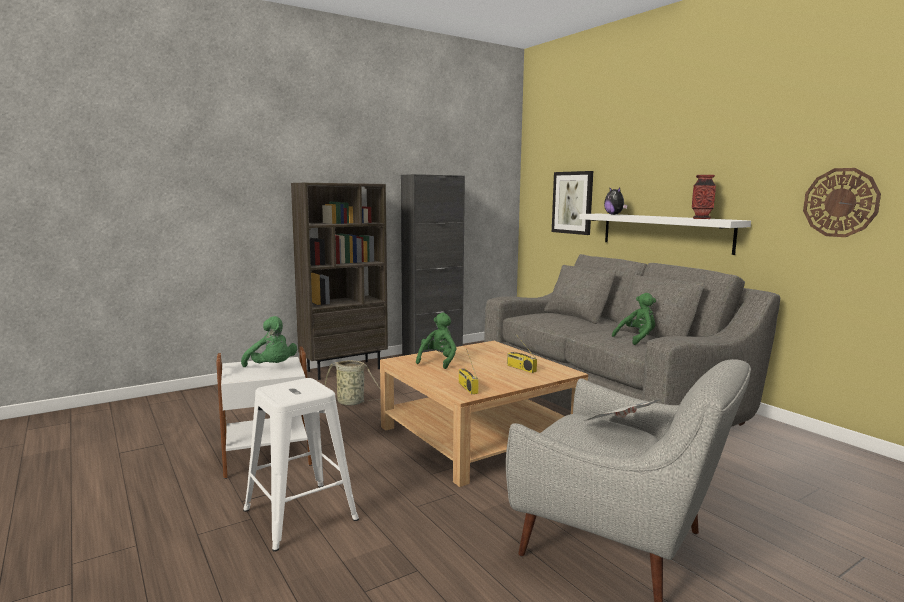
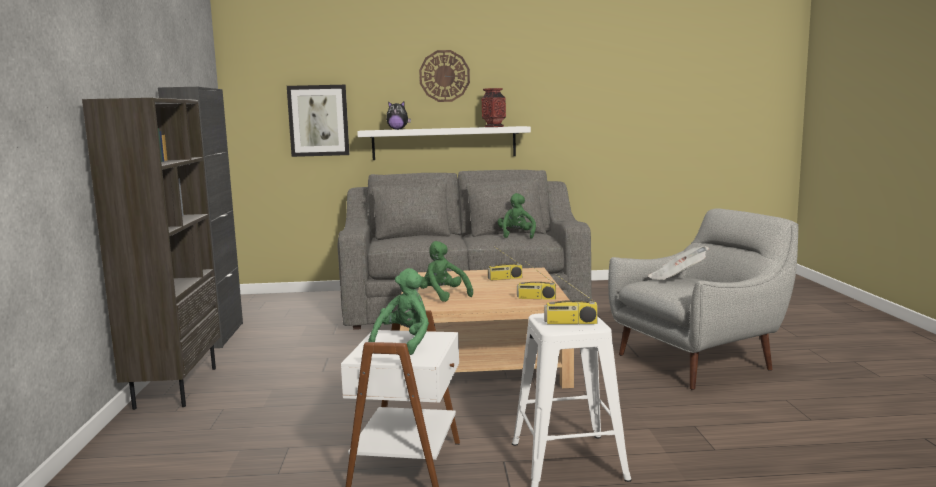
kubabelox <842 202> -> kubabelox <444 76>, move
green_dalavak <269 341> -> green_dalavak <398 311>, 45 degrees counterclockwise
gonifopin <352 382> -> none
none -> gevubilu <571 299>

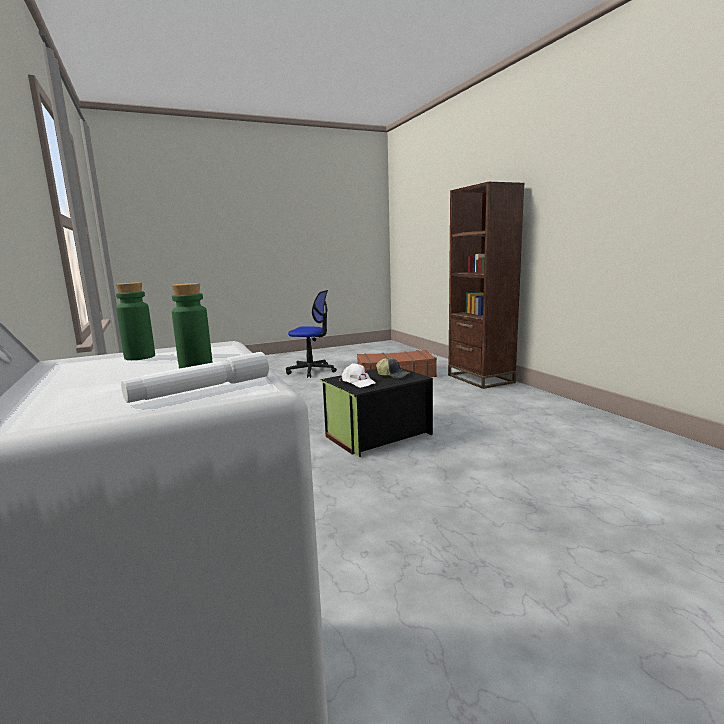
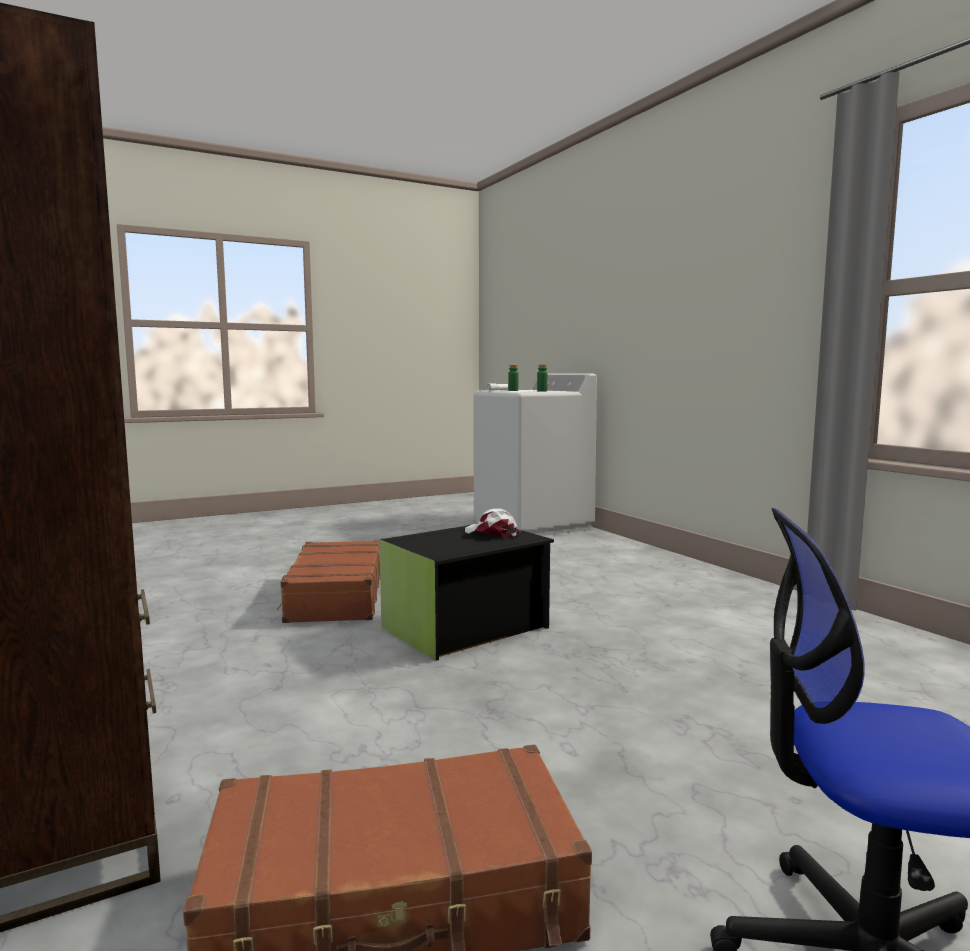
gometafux <392 368> -> none
none -> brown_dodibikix <328 581>

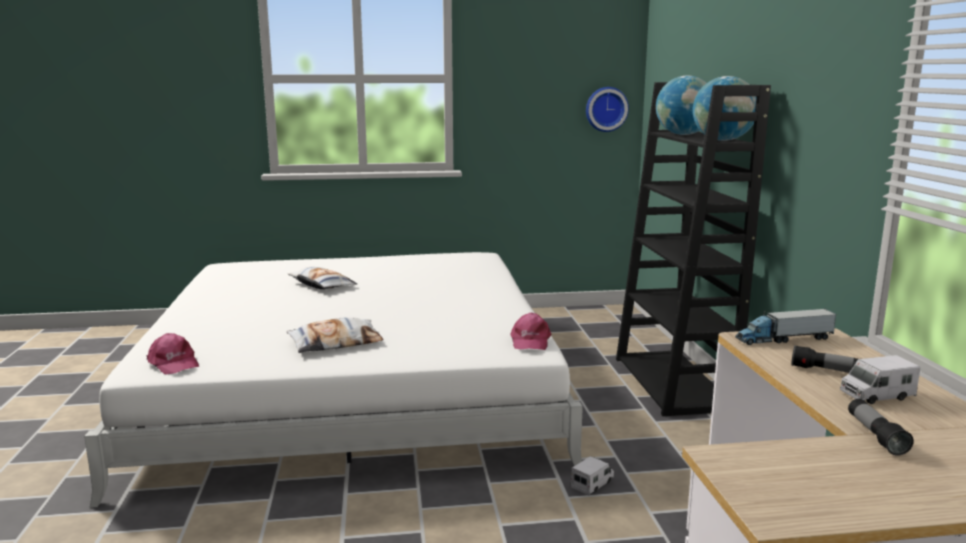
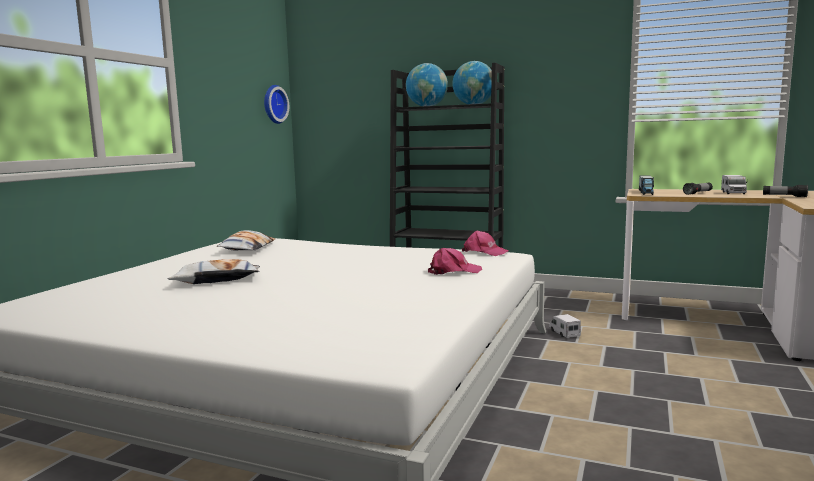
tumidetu <335 335> -> tumidetu <246 240>, move
pink_gometafux <172 354> -> pink_gometafux <455 261>, move

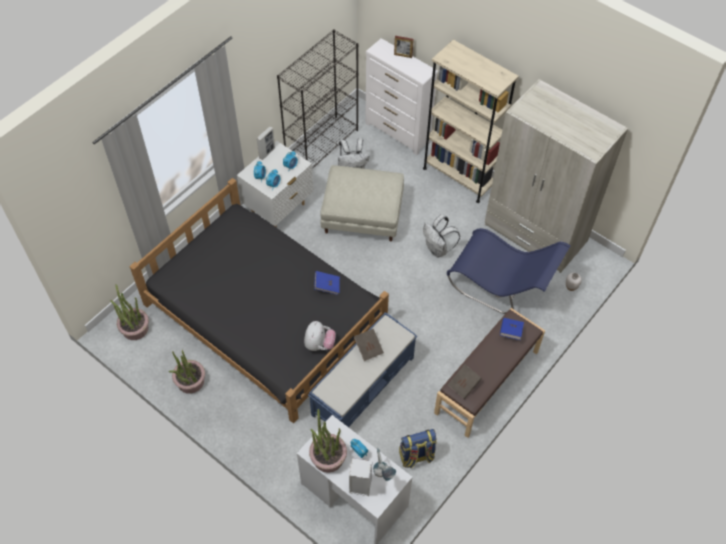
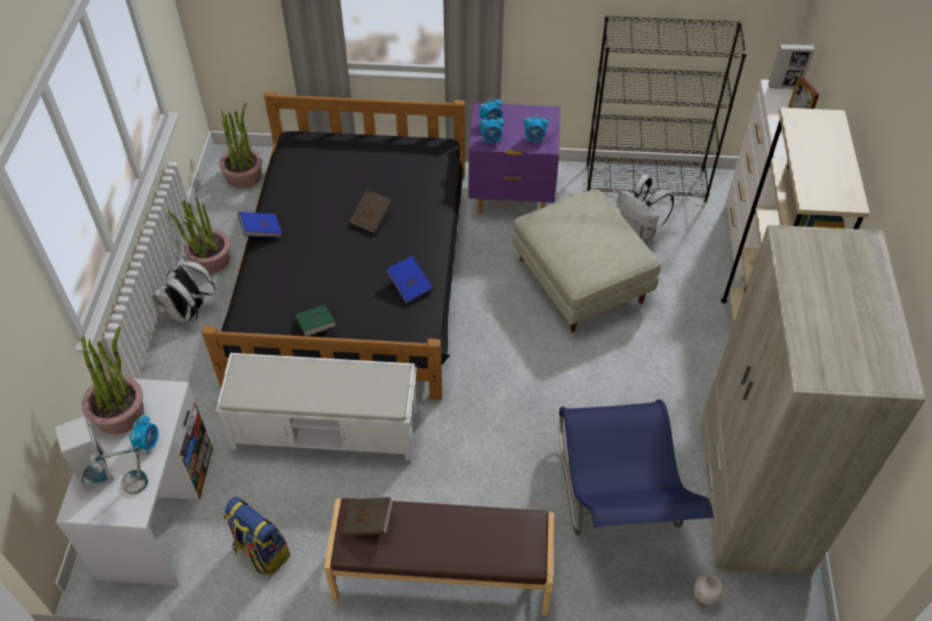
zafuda <265 143> -> zafuda <791 66>, move
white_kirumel <275 184> -> purple_kirumel <514 158>
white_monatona <441 236> -> white_monatona <184 290>, move
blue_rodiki <362 369> -> white_rodiki <317 407>
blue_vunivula <512 329> -> blue_vunivula <260 225>, move
dalavak <320 336> -> green_vunivula <315 320>
brown_vunivula <369 345> -> brown_vunivula <371 211>, move

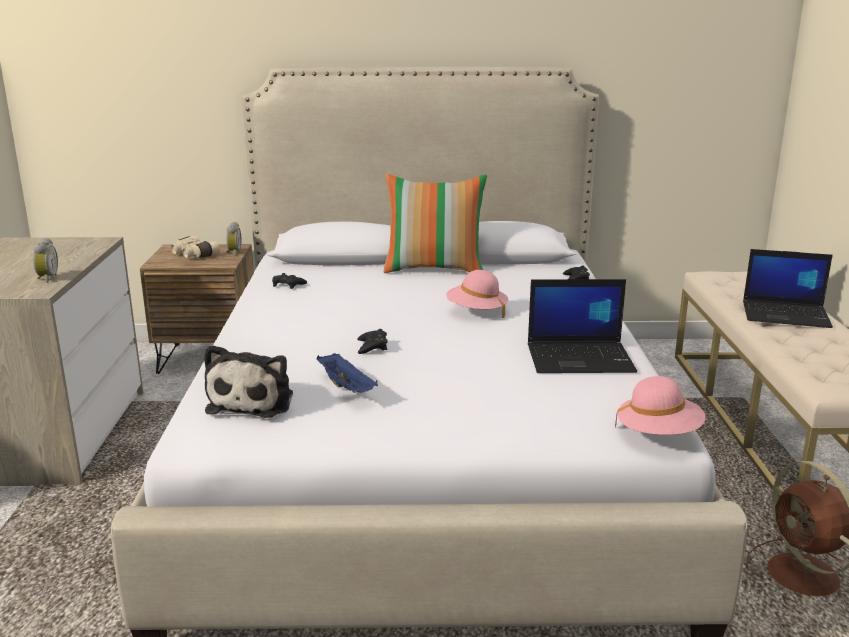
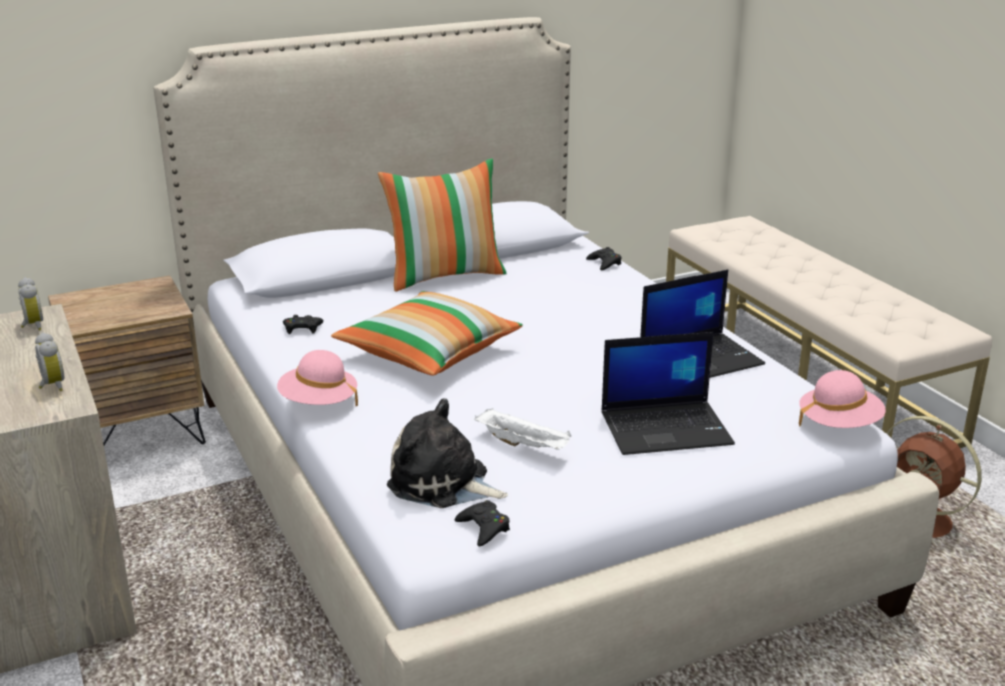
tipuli <233 239> -> tipuli <30 304>, move
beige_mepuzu <195 247> -> none
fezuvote <788 288> -> fezuvote <668 393>, move
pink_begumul <477 294> -> pink_begumul <317 378>, move
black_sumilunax <372 341> -> black_sumilunax <482 523>, move
dalavak <248 381> -> dalavak <447 453>, 135 degrees clockwise
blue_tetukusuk <347 373> -> white_tetukusuk <523 429>
none -> tumidetu <427 333>

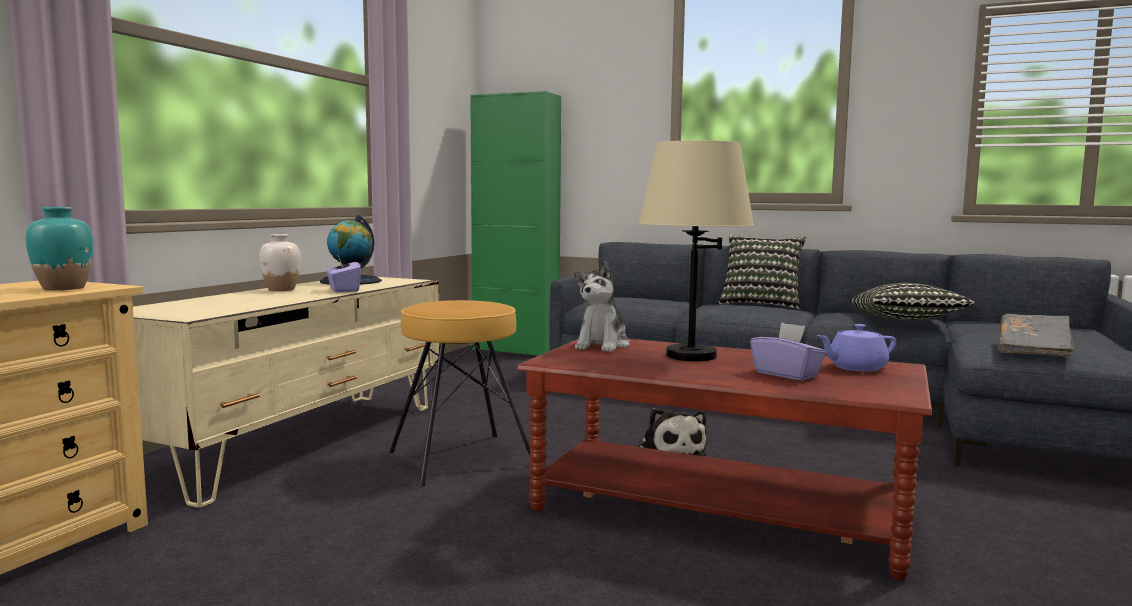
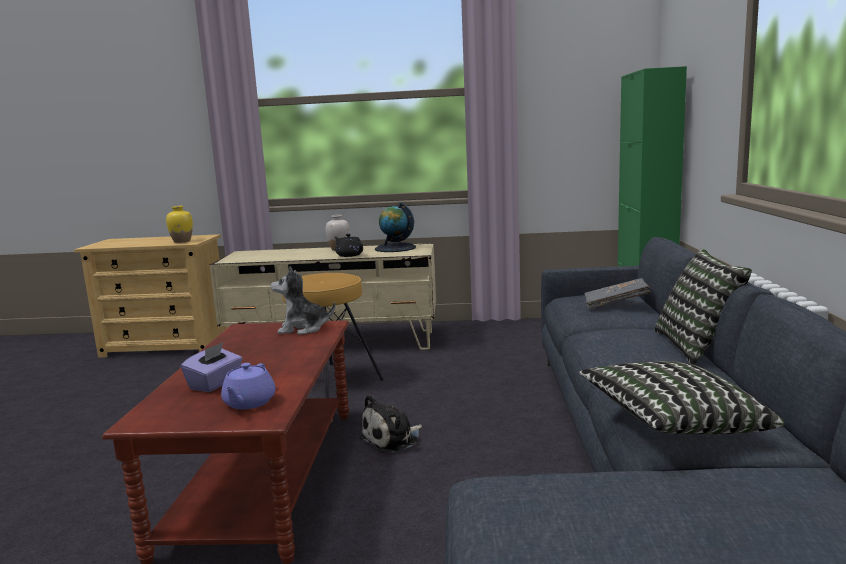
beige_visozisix <696 250> -> none
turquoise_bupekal <59 248> -> yellow_bupekal <179 224>
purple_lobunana <343 273> -> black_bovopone <348 245>
grey_vunivula <1036 335> -> grey_vunivula <617 293>, move
purple_bovopone <856 348> -> purple_bovopone <248 386>, 135 degrees counterclockwise

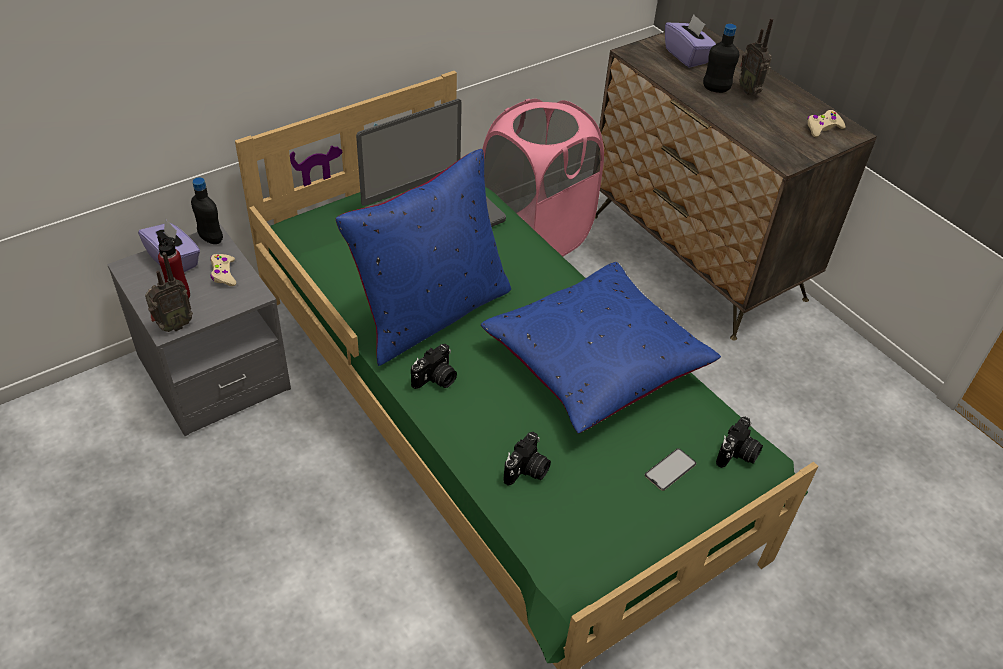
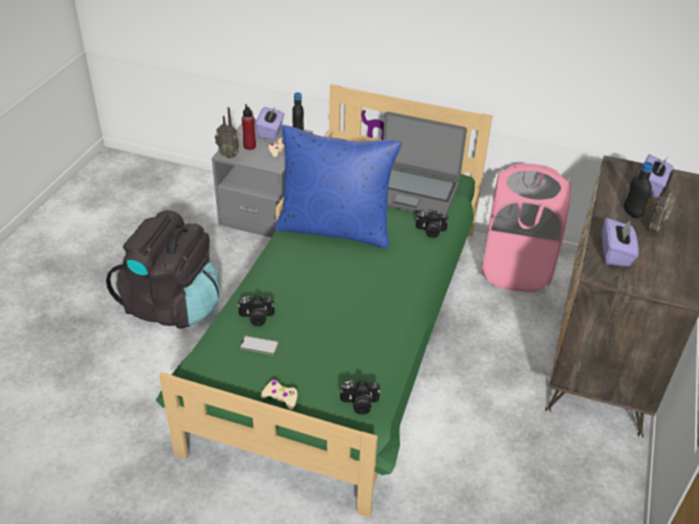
beige_sumilunax <826 123> -> beige_sumilunax <279 395>, move
blue_tumidetu <601 348> -> none
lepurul <434 366> -> lepurul <432 224>, move
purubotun <670 469> -> purubotun <259 345>, move
none -> black_monatona <163 269>
none -> purple_lobunana <620 242>

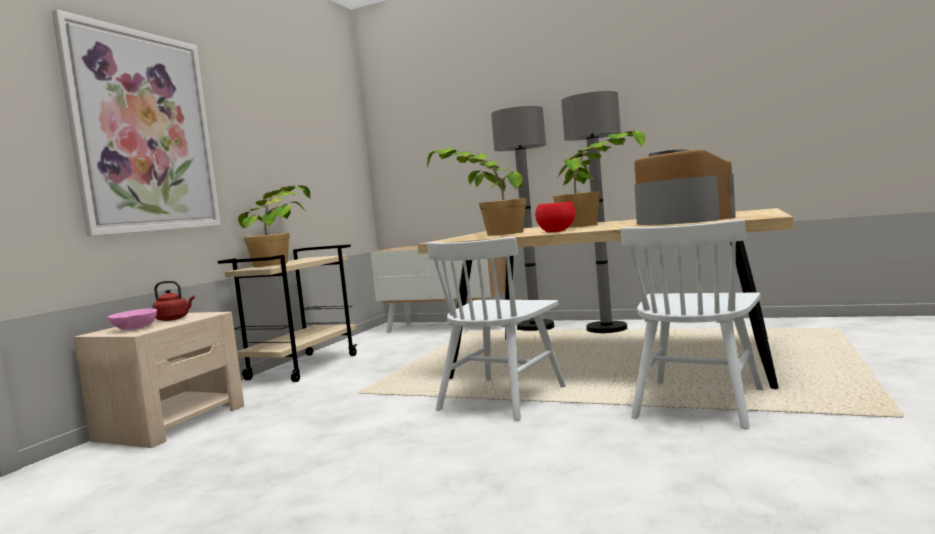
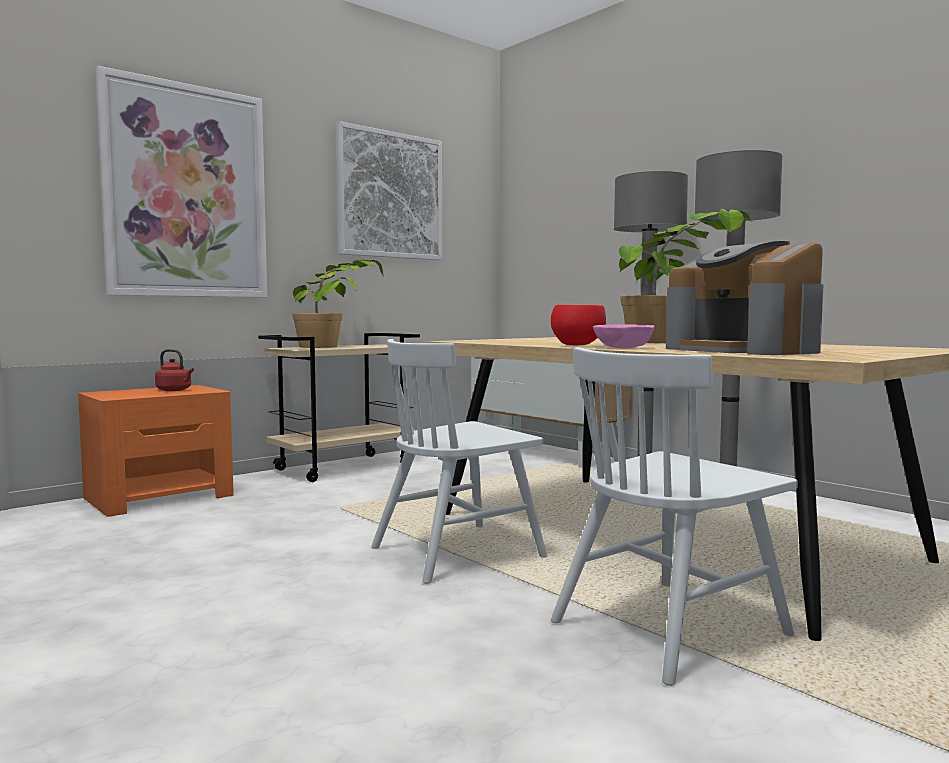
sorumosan <476 191> -> none
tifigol <685 187> -> tifigol <745 298>, 150 degrees clockwise
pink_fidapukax <132 319> -> pink_fidapukax <623 336>, move
beige_kirumel <158 380> -> orange_kirumel <156 451>
none -> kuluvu <389 190>

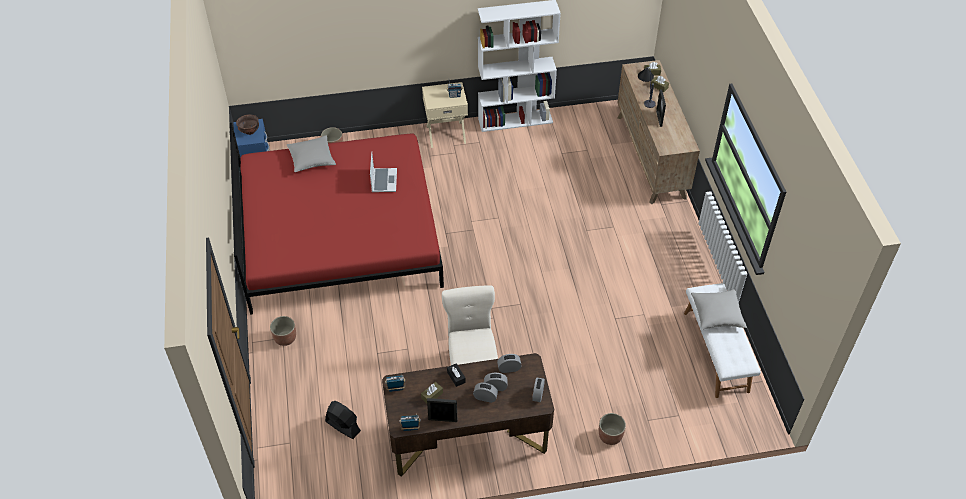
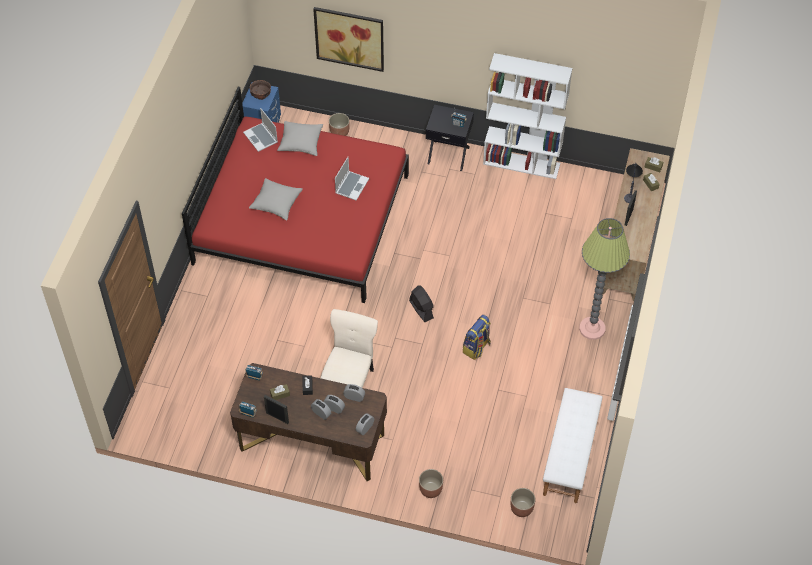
beige_kirumel <445 115> -> black_kirumel <450 138>
grey_tumidetu <719 309> -> grey_tumidetu <276 199>, move
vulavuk <283 331> -> vulavuk <523 502>, move
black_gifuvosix <343 420> -> black_gifuvosix <421 304>, move
none -> kuluvu <348 39>
none -> fezuvote <260 130>
none -> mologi <604 279>
none -> monatona <477 337>

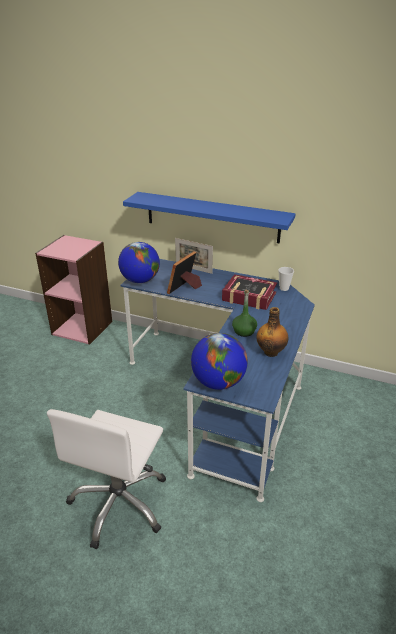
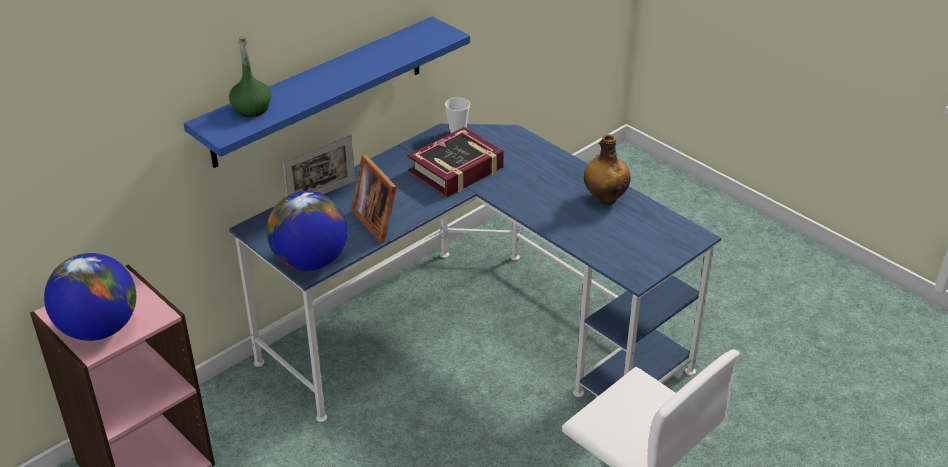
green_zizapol <244 313> -> green_zizapol <250 77>, move
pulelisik <219 361> -> pulelisik <90 297>, move

